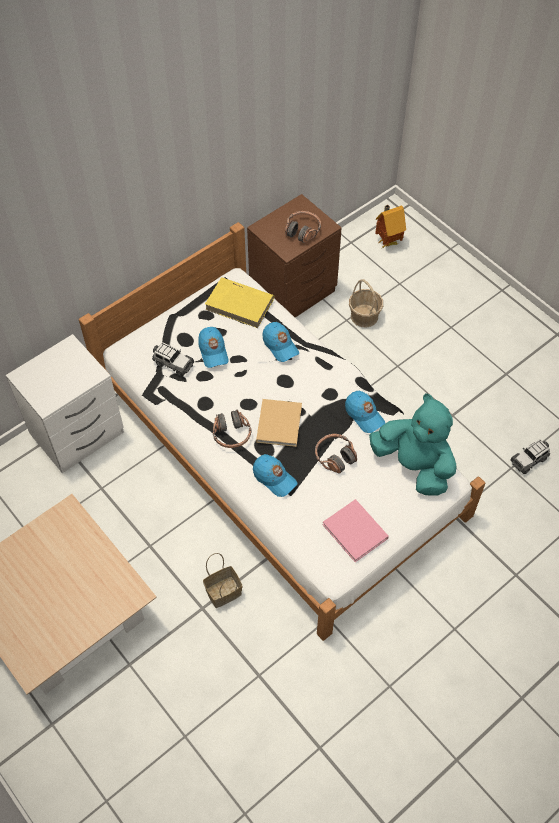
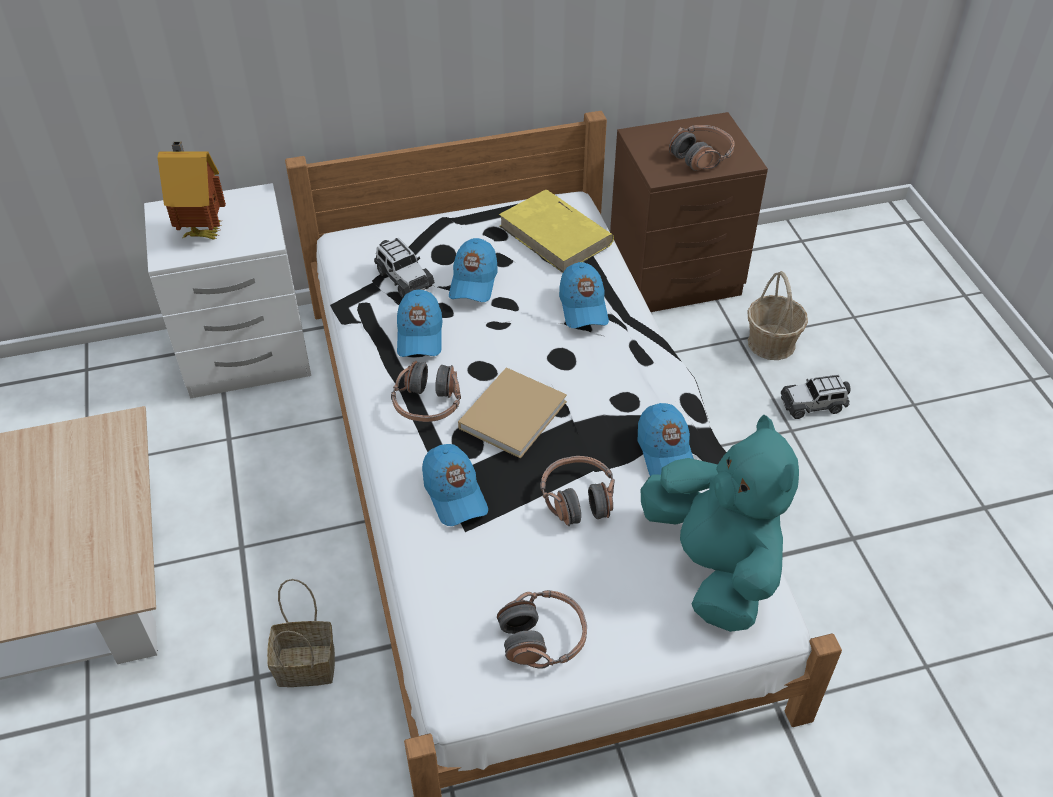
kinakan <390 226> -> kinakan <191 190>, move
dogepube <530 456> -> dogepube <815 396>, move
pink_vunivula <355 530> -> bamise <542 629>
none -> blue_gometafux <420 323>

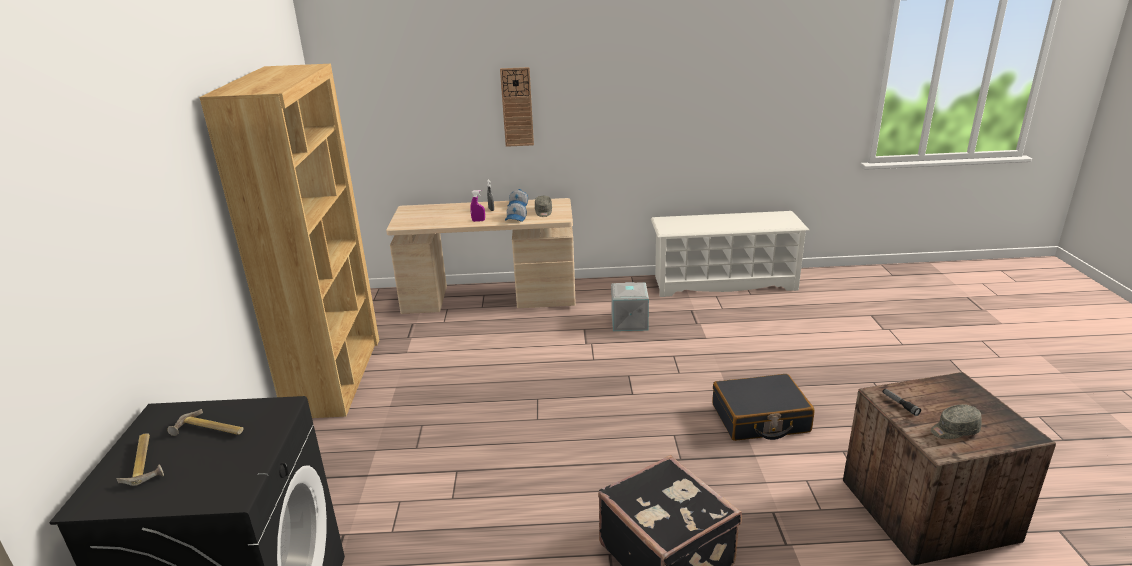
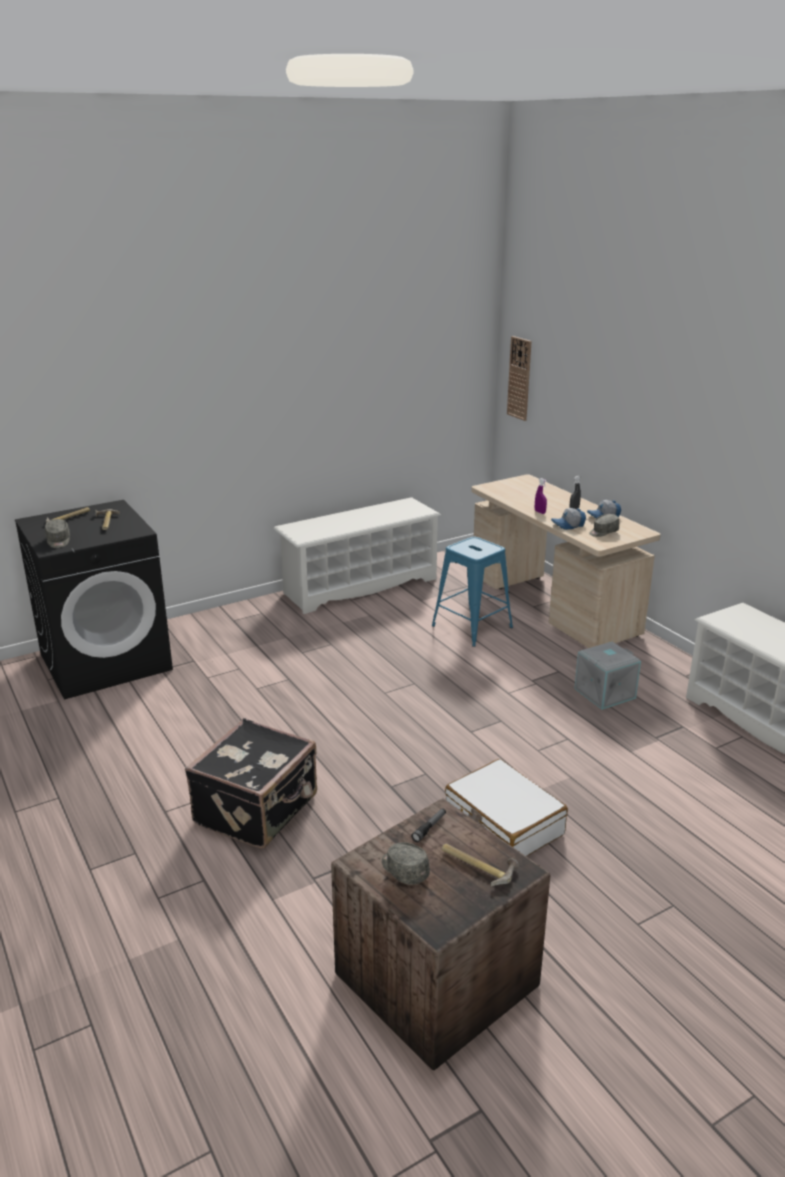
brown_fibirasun <289 241> -> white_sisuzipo <357 555>
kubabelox <517 107> -> kubabelox <519 378>, move
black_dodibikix <764 407> -> white_dodibikix <506 808>
none -> grey_gometafux <57 533>
none -> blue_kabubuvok <472 592>
none -> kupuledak <480 865>

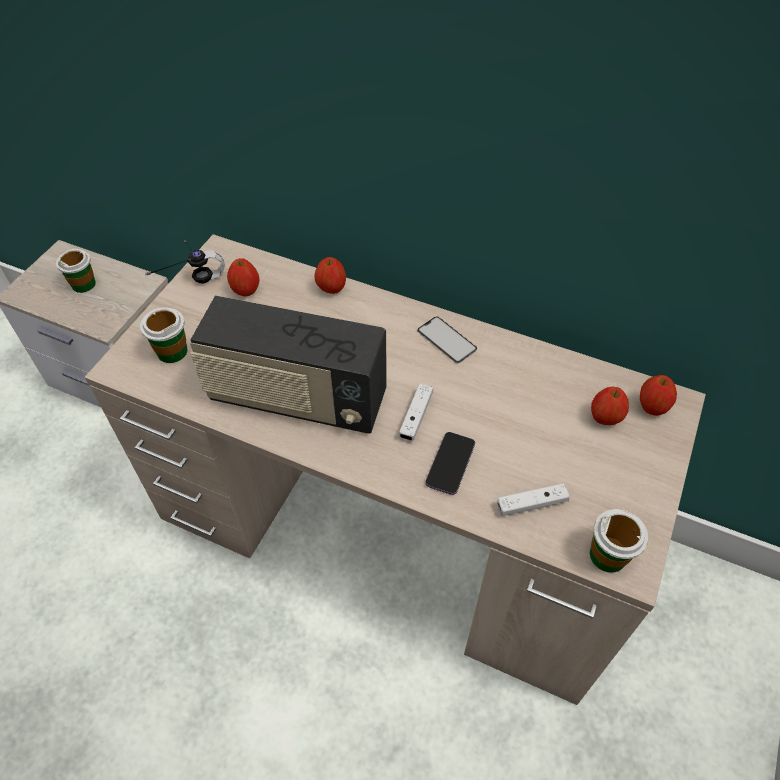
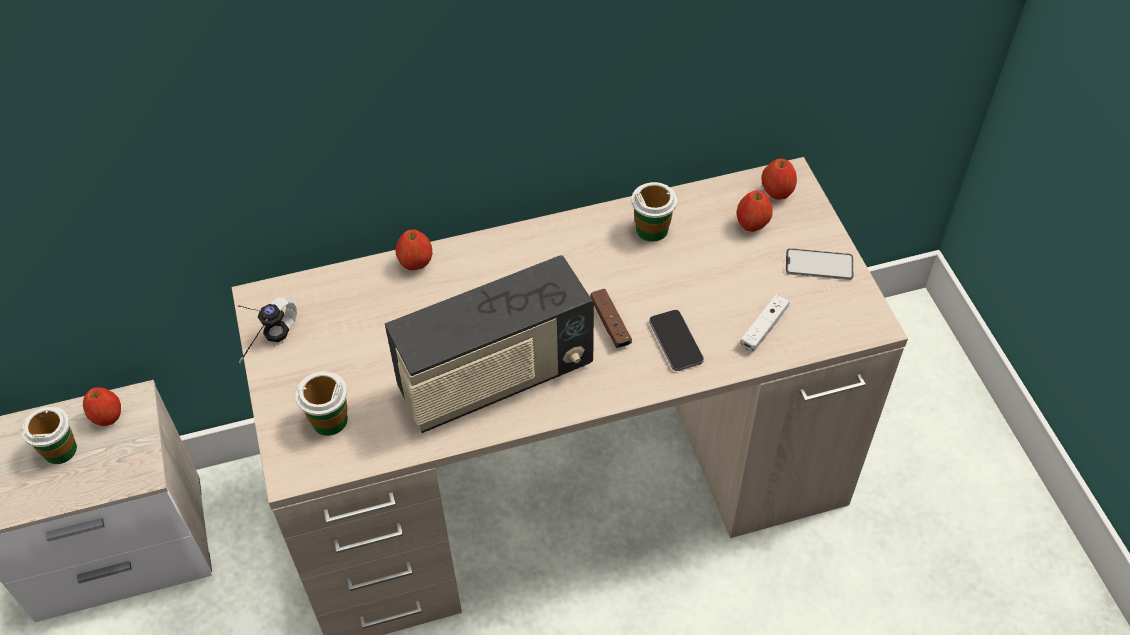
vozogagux <243 277> -> vozogagux <102 406>, move
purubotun <447 339> -> purubotun <819 264>, move
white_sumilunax <416 412> -> brown_sumilunax <611 318>
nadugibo <619 541> -> nadugibo <654 212>, move

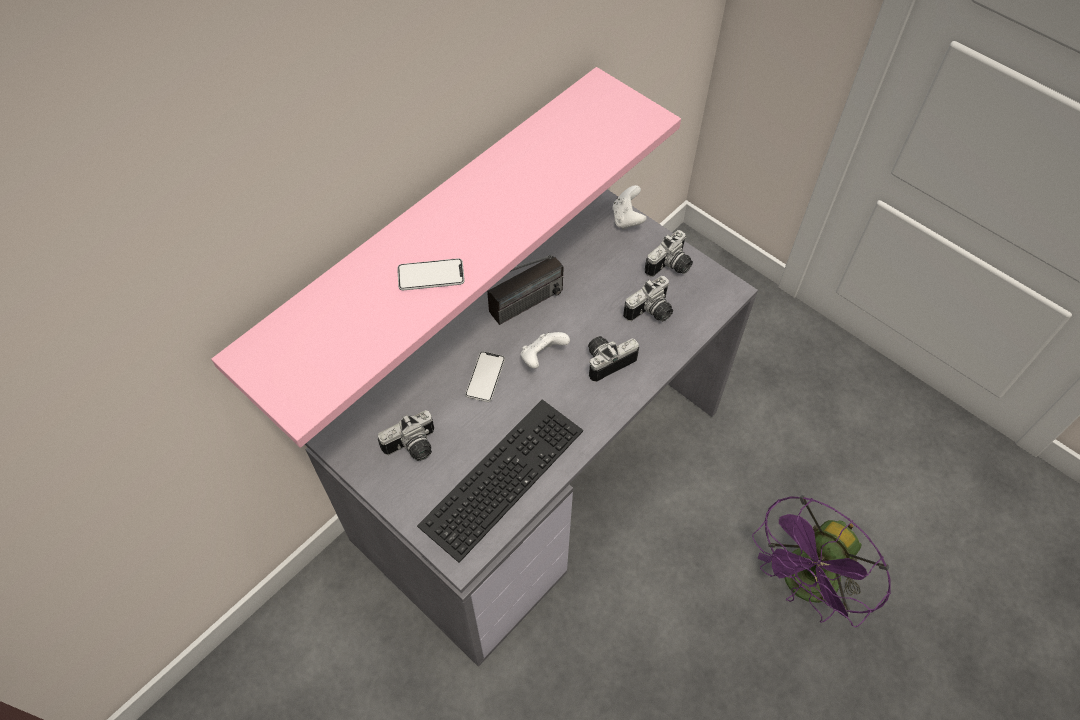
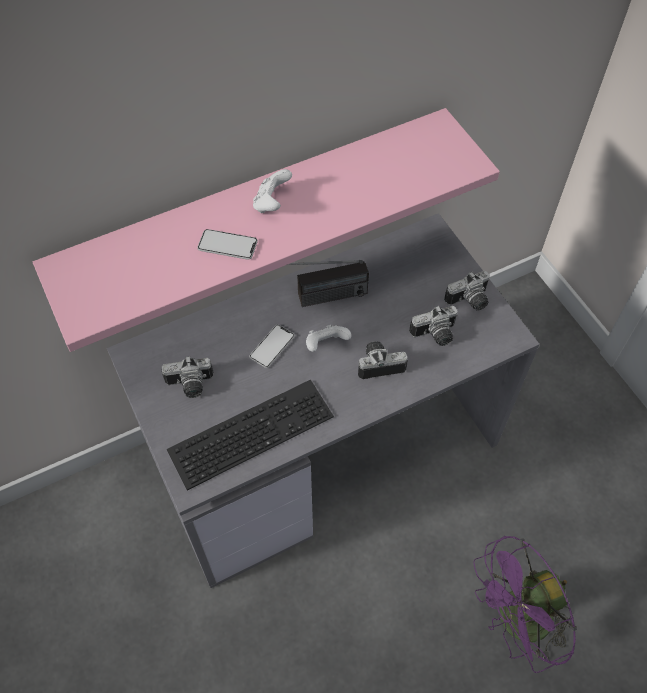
white_sumilunax <629 207> -> white_sumilunax <272 191>, move

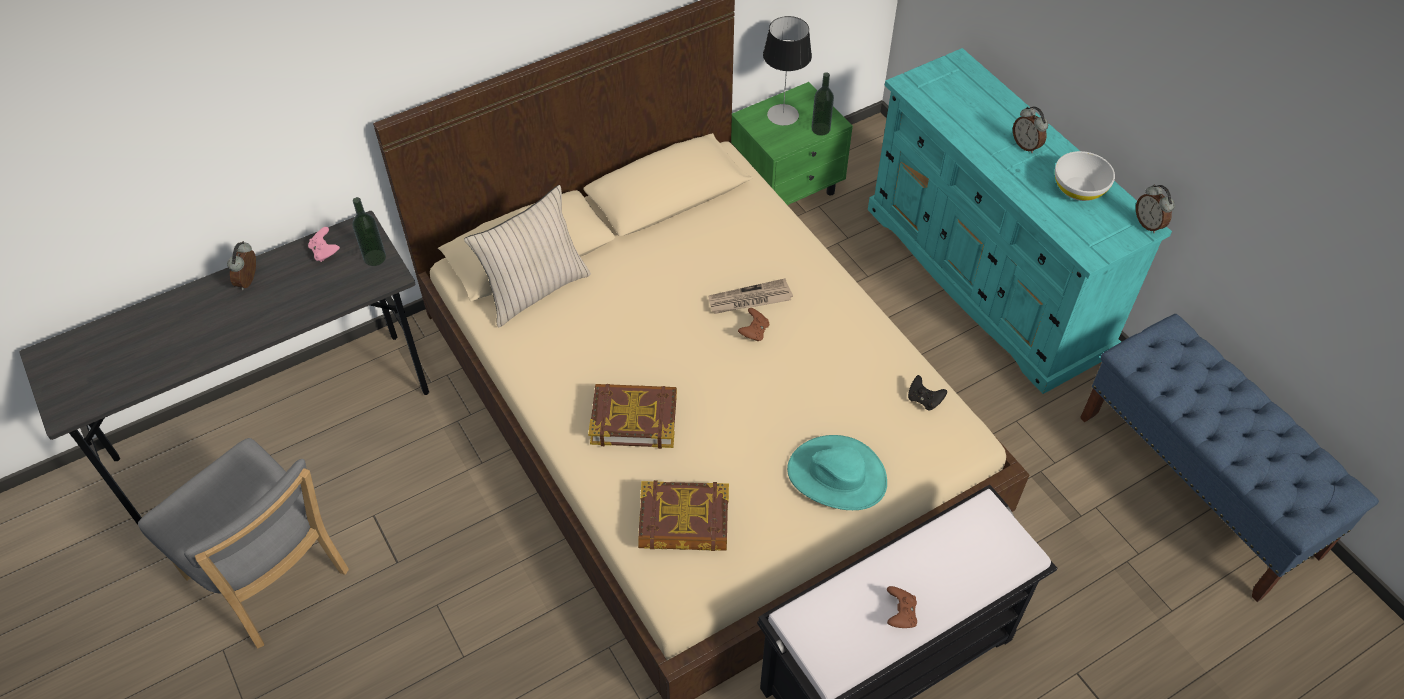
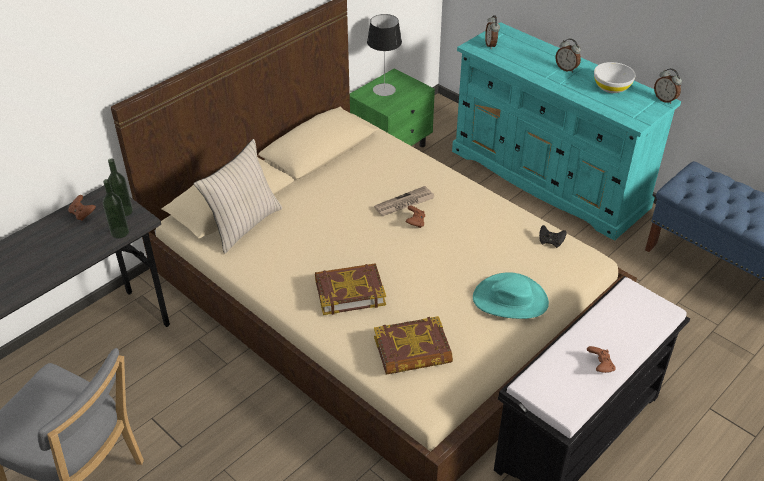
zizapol <823 104> -> zizapol <116 208>, move
pink_sumilunax <324 244> -> brown_sumilunax <82 208>
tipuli <241 265> -> tipuli <492 32>, move

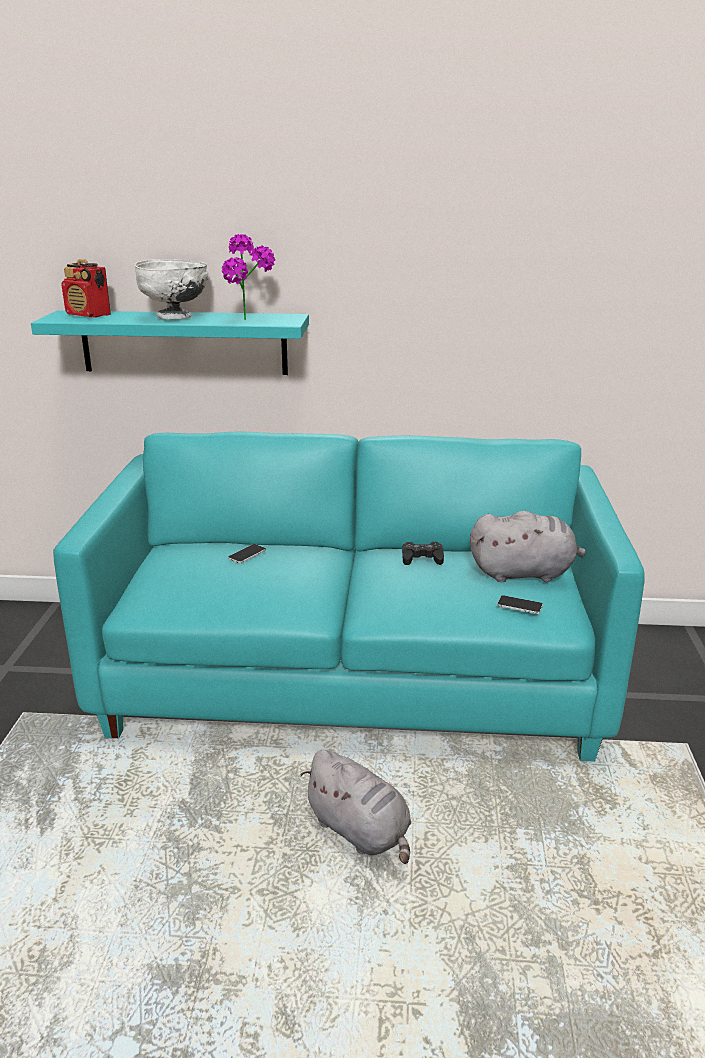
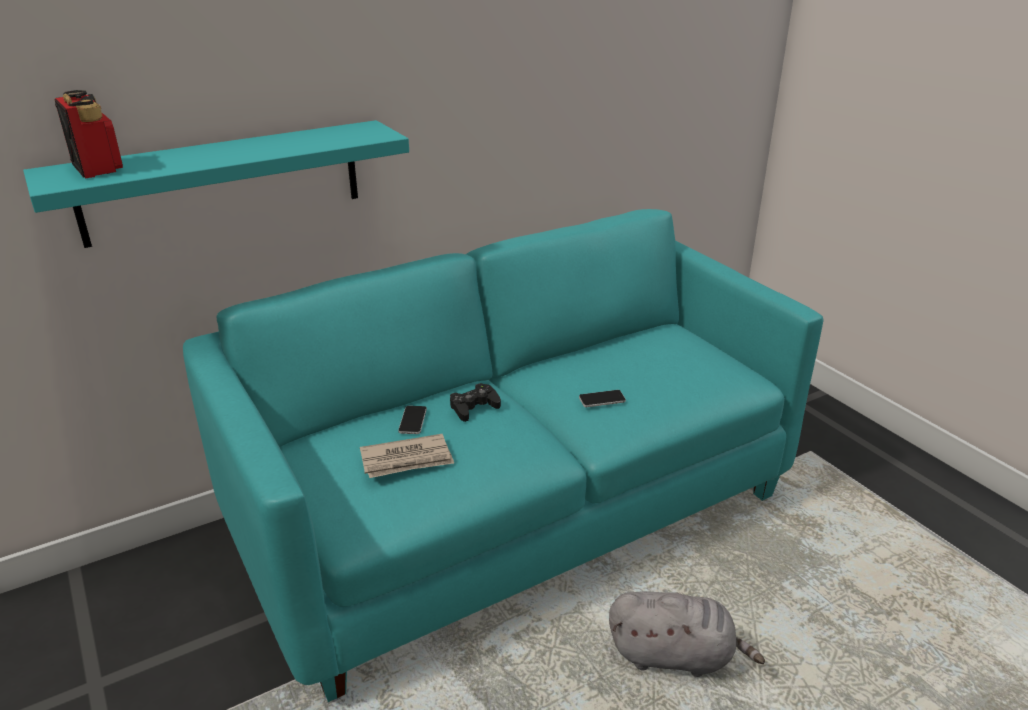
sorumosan <248 277> -> none
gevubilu <86 288> -> gevubilu <88 134>, 120 degrees counterclockwise
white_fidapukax <171 289> -> none
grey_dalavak <527 546> -> none
black_sumilunax <423 553> -> black_sumilunax <475 402>, move
purubotun <520 604> -> purubotun <602 398>, move
none -> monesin <407 456>

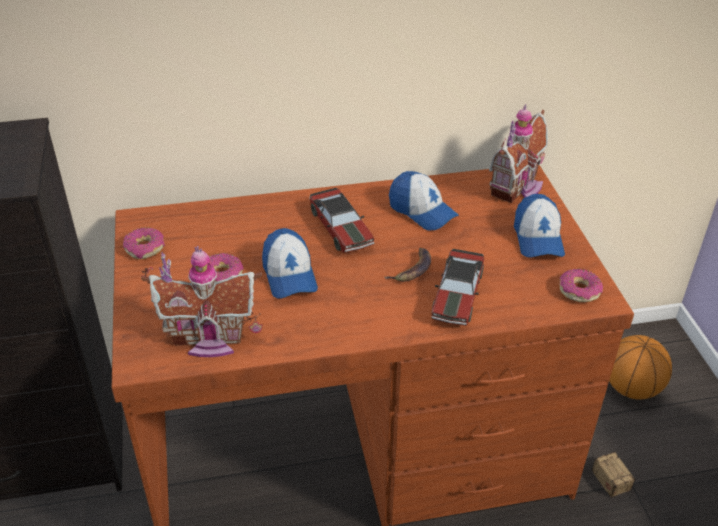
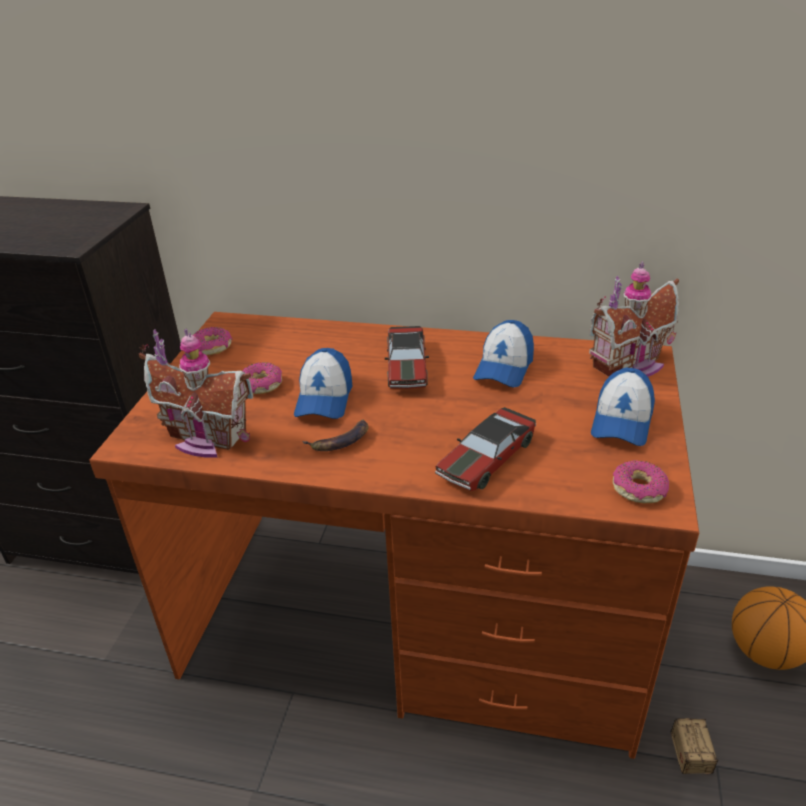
gometafux <424 200> -> gometafux <503 353>, 45 degrees clockwise
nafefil <407 265> -> nafefil <336 435>, move

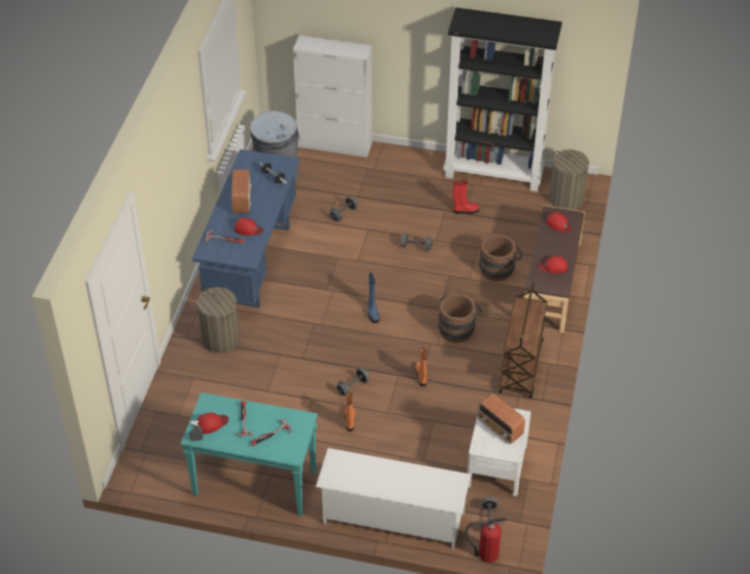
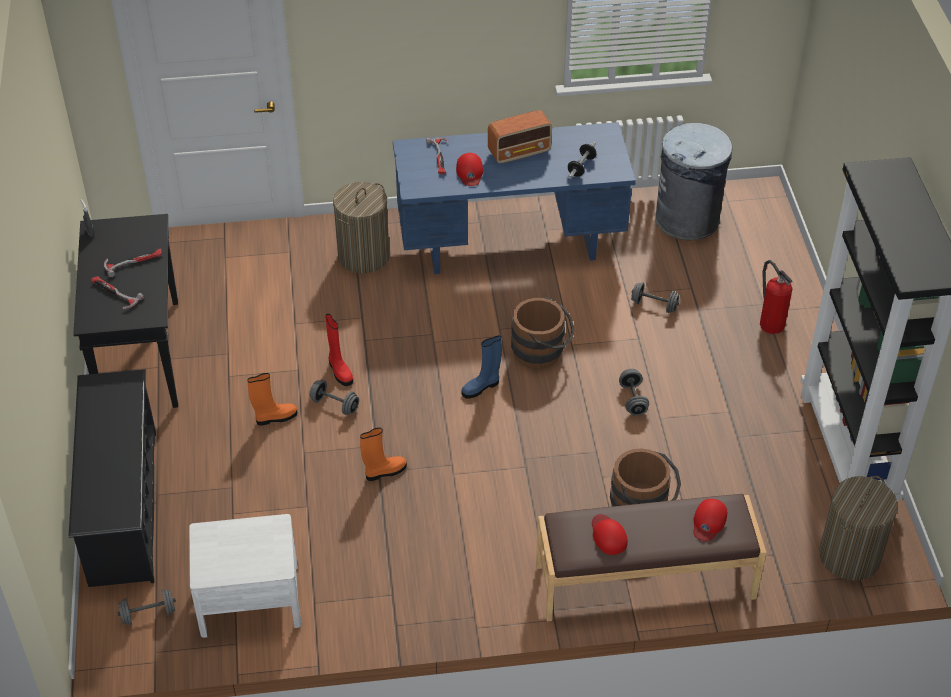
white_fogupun <332 96> -> none
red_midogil <466 197> -> red_midogil <339 350>, move
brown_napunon <523 340> -> none
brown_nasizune <460 318> -> brown_nasizune <543 333>, move
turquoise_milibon <249 454> -> black_milibon <125 311>
gevubilu <501 418> -> none
red_gometafux <213 423> -> none
white_sisuzipo <393 498> -> black_sisuzipo <112 478>
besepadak <485 540> -> besepadak <776 297>, move

